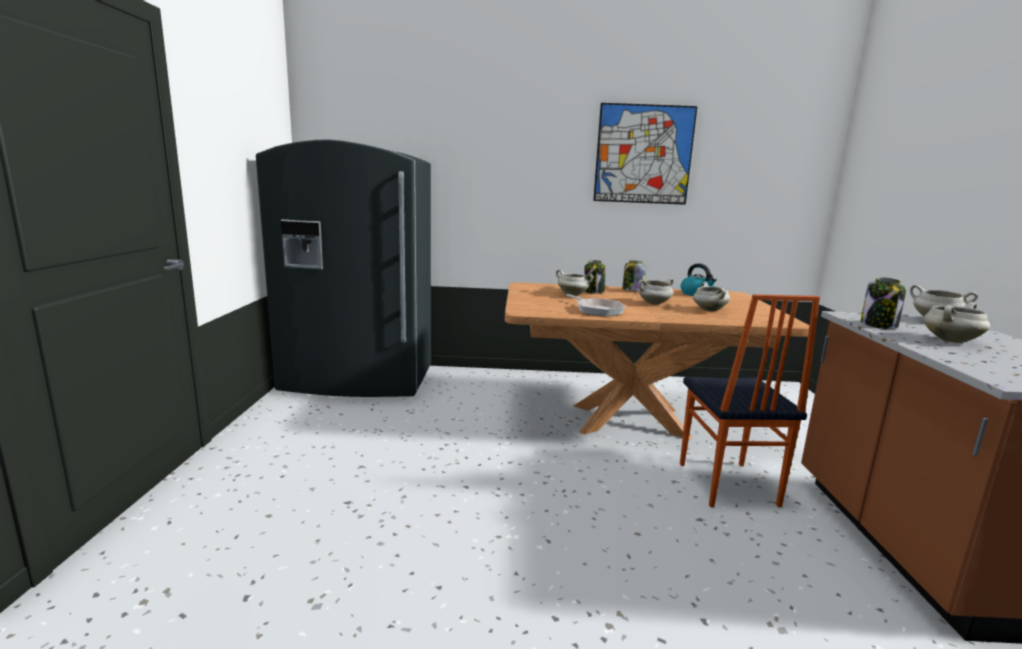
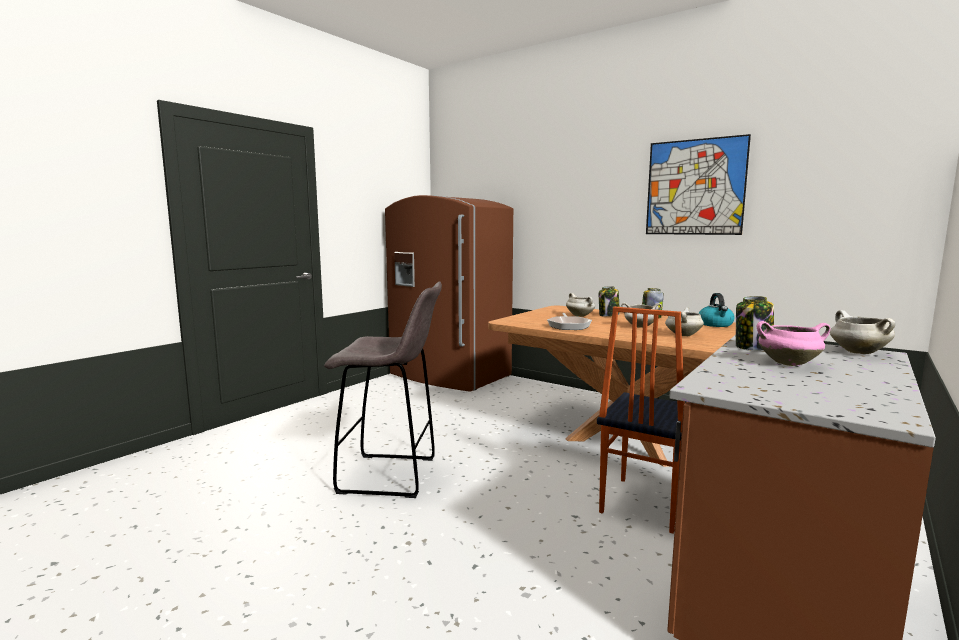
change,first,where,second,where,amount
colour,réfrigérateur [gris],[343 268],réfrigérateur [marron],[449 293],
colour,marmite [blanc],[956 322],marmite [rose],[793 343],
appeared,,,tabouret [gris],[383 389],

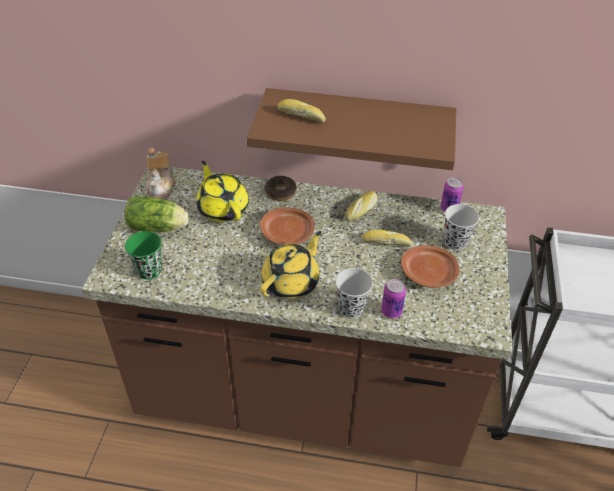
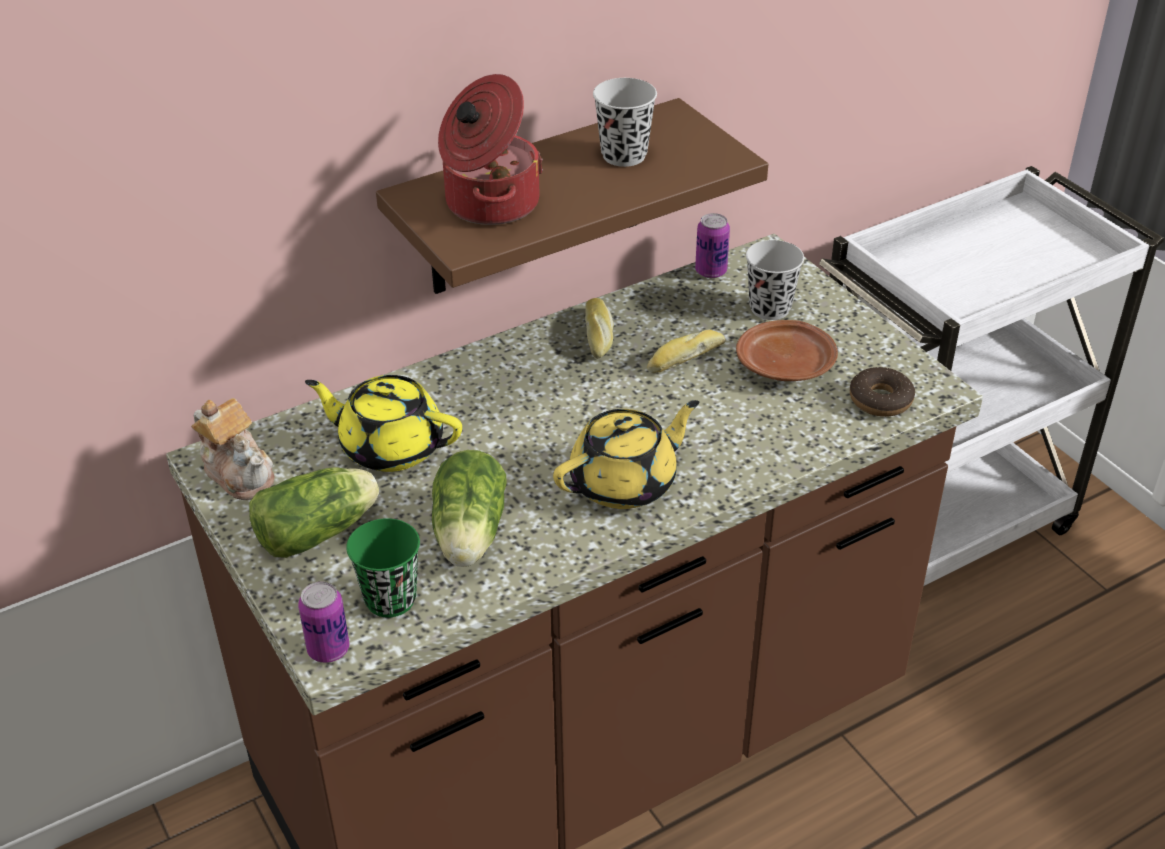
change,first,where,second,where,amount
exchanged,pain,[302 111],marmite,[490 149],
relocated,beignet,[281 188],,[882 392],
missing,assiette [marron],[287 226],,,
spun,théière [jaune],[290 265],,[626 454],60 degrees clockwise
relocated,tasse [noir],[354 293],,[625 122],
relocated,boîte métallique,[393 299],,[323 622],
appeared,,,laitue,[469 508],

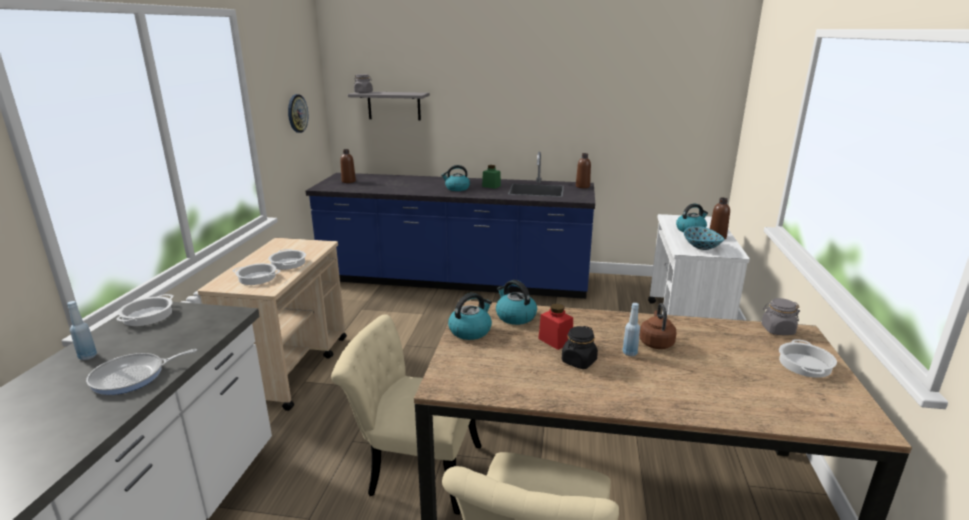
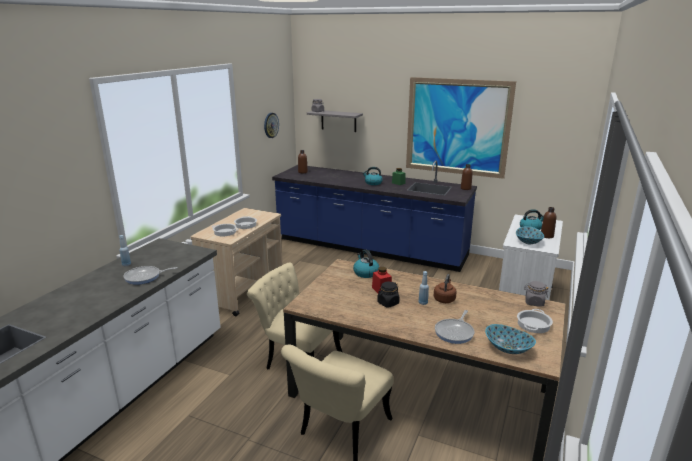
change,first,where,second,where,amount
missing,bouilloire,[470 316],,,
missing,marmite,[144 310],,,
appeared,,,tableau,[461 128],
appeared,,,poêle,[454 327],
appeared,,,bol,[510 339],

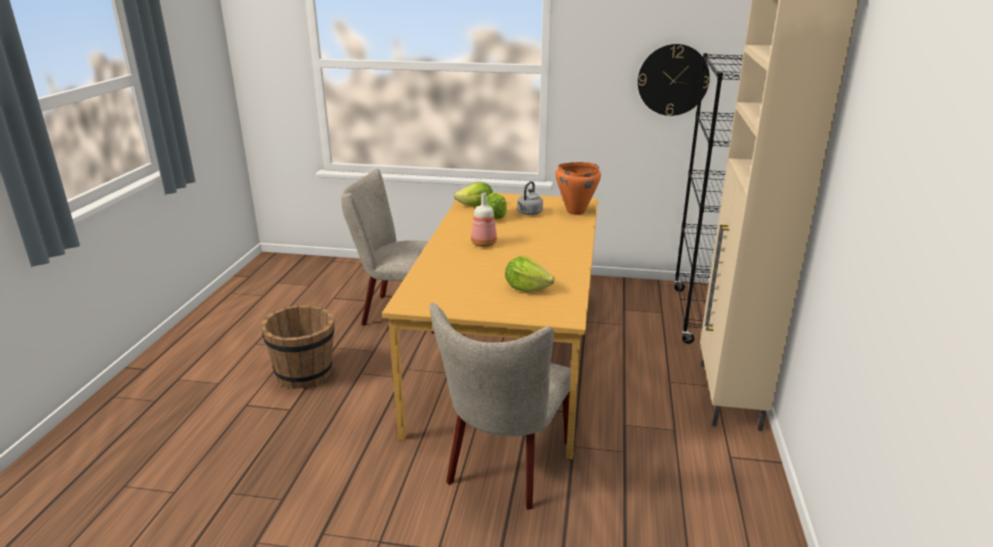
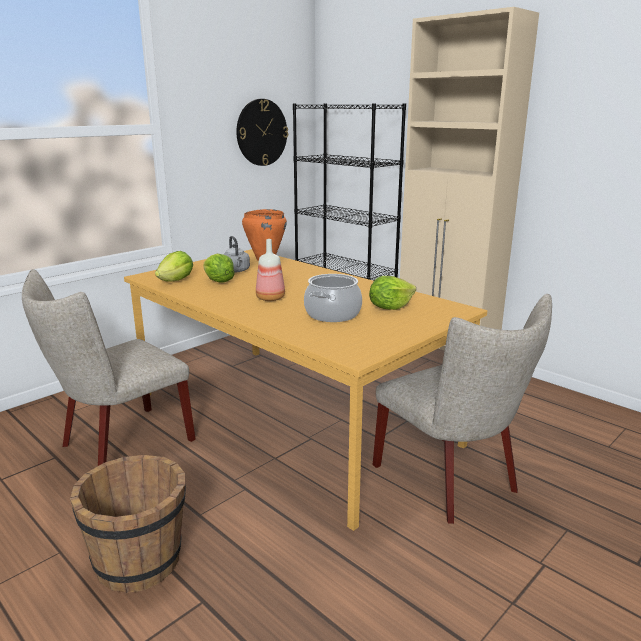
change,first,where,second,where,amount
appeared,,,marmite,[333 298],

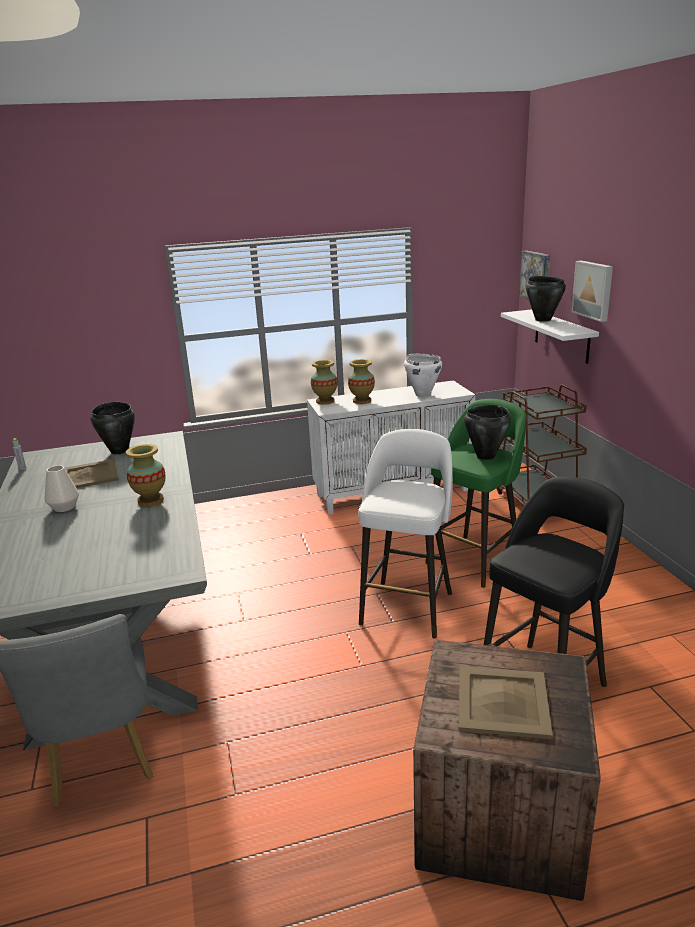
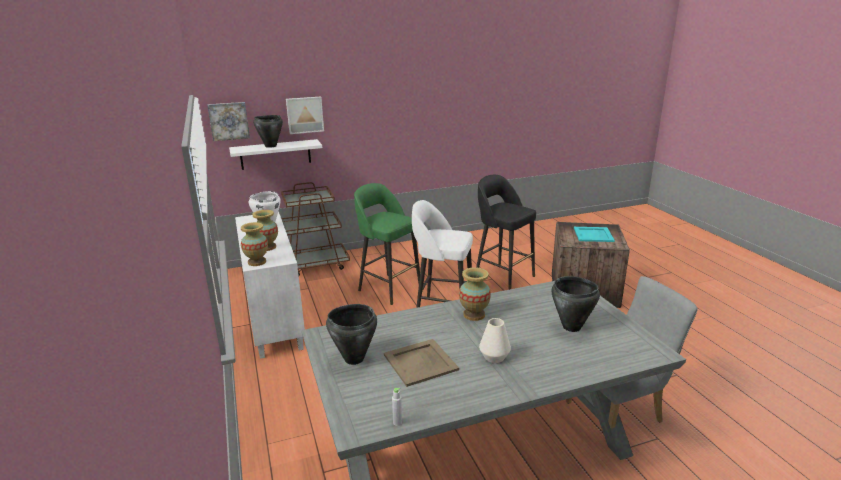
change,first,where,second,where,amount
relocated,marmite [noir],[487 432],,[575 304],
colour,plateau [beige],[505 702],plateau [turquoise],[594 234],

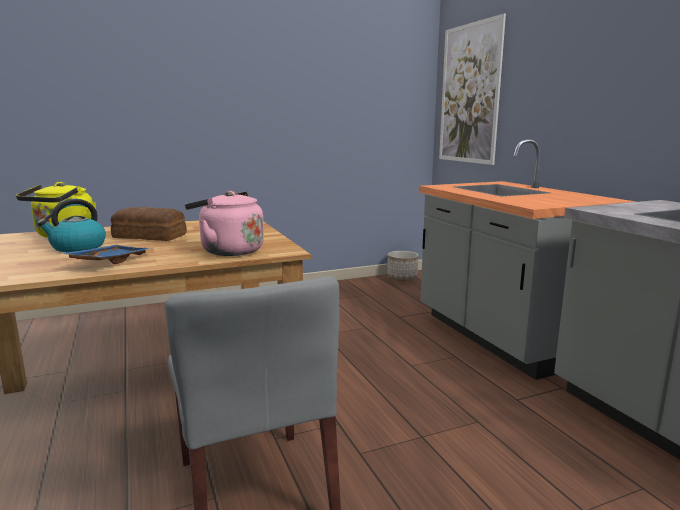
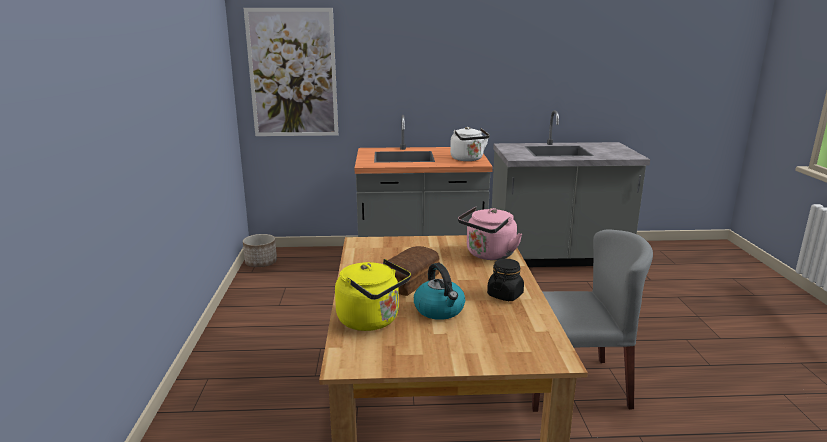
change,first,where,second,where,amount
exchanged,plateau [bleu],[107 254],bocal [noir],[505 280],
appeared,,,bouilloire [blanc],[470 144],

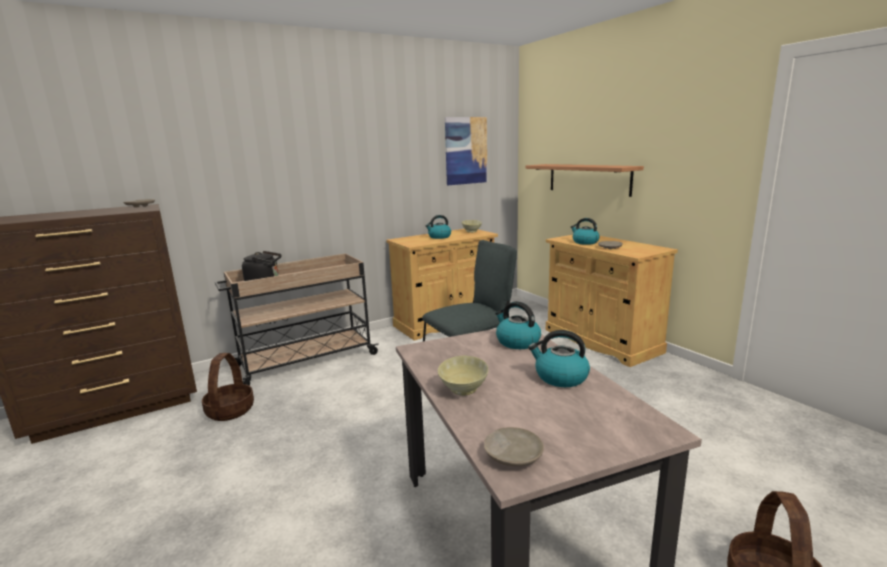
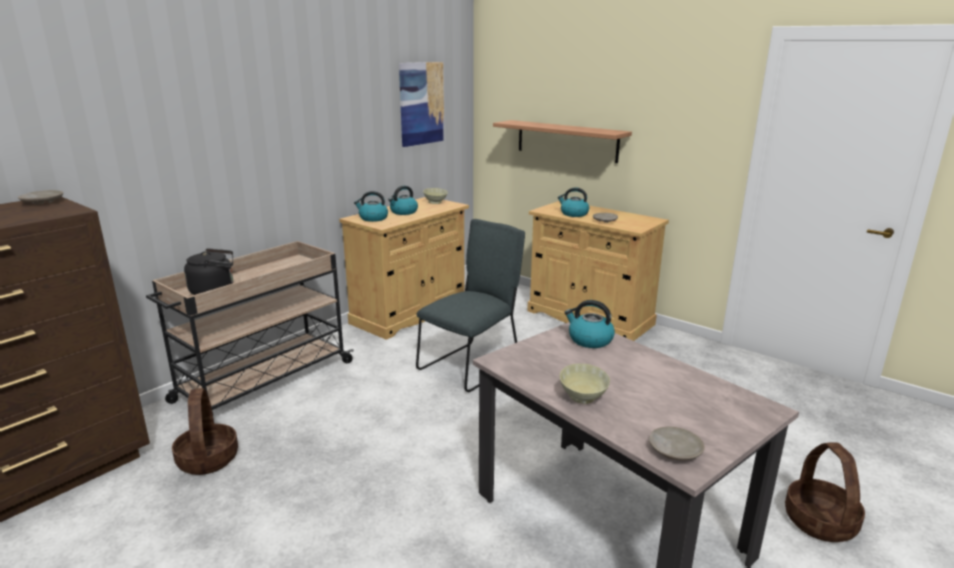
change,first,where,second,where,amount
relocated,bouilloire,[559 358],,[371 206],

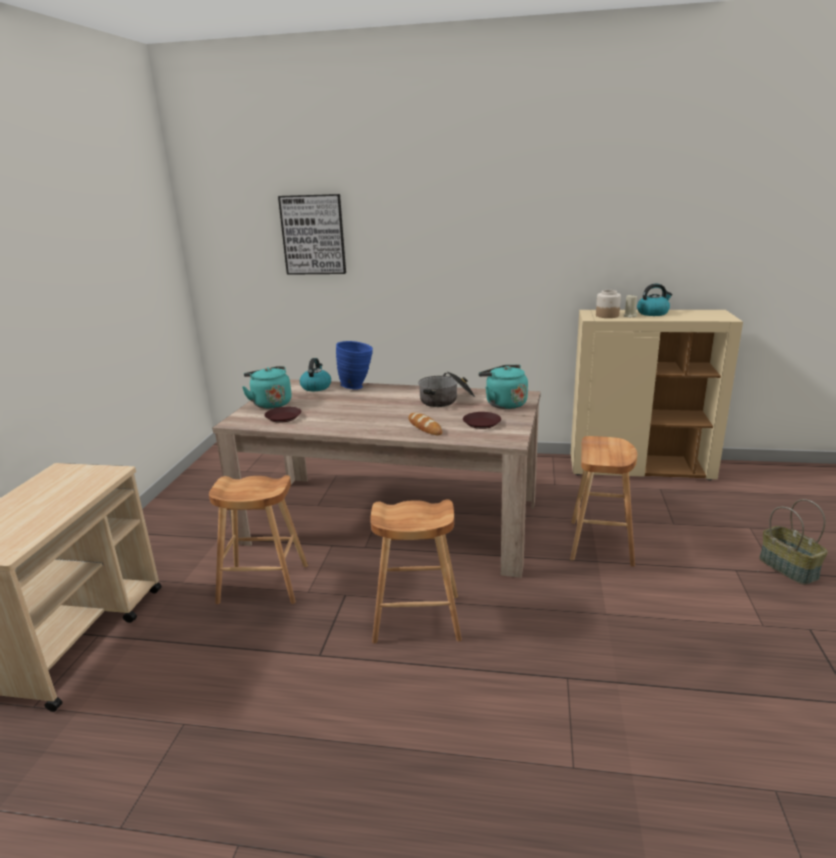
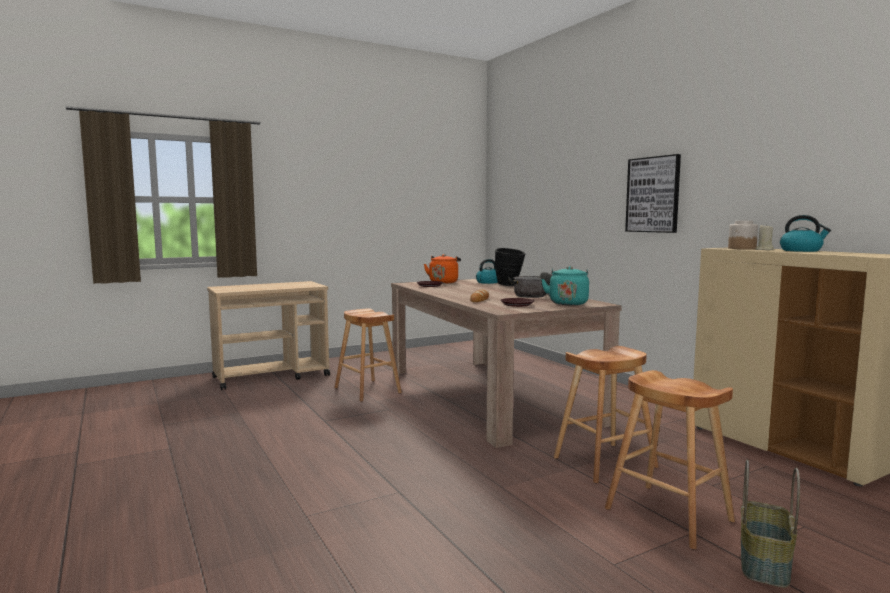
change,first,where,second,where,amount
relocated,tableau,[312 234],,[653 193],
colour,vase [bleu],[354 365],vase [noir],[510 267],
colour,bouilloire [turquoise],[267 387],bouilloire [orange],[442 269],
relocated,tabouret [marron],[416 572],,[670 459],

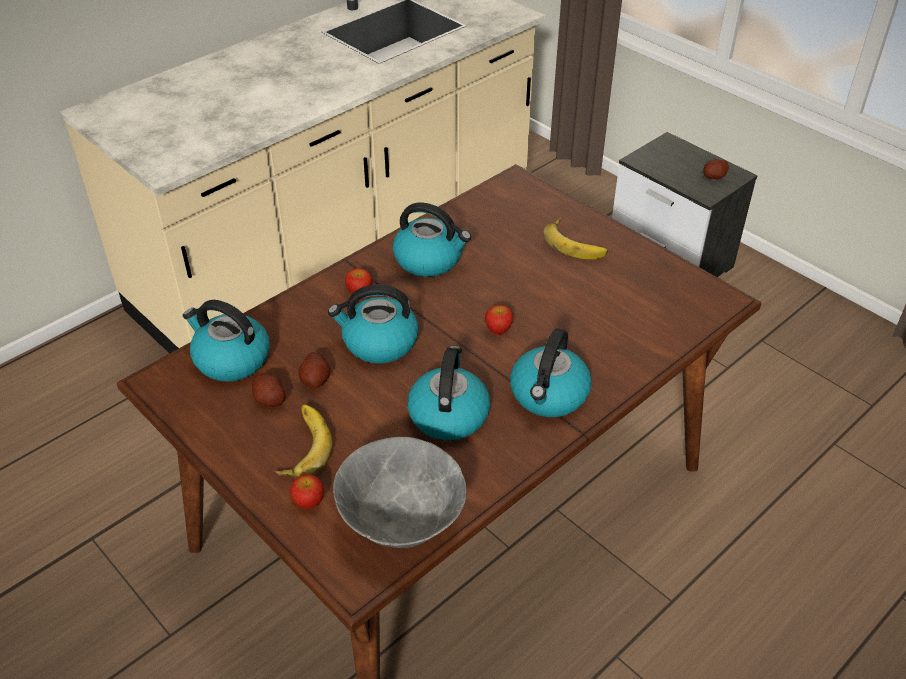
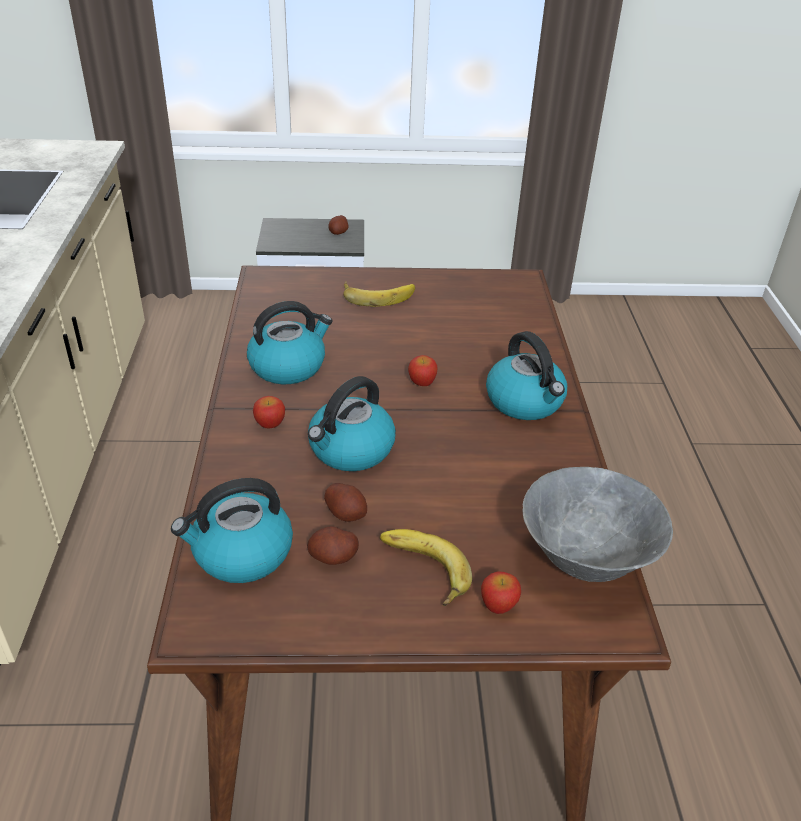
change,first,where,second,where,amount
missing,bouilloire,[448 393],,,

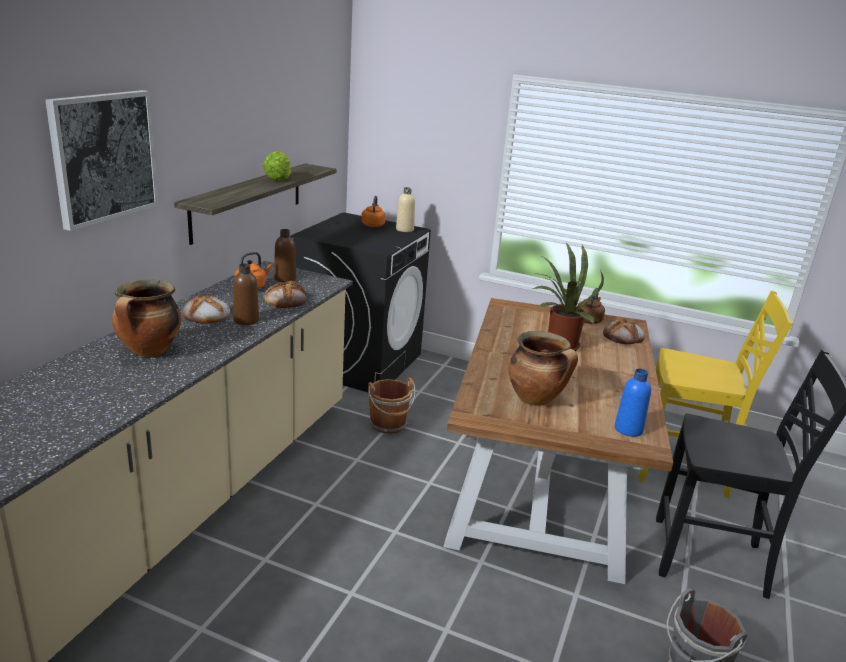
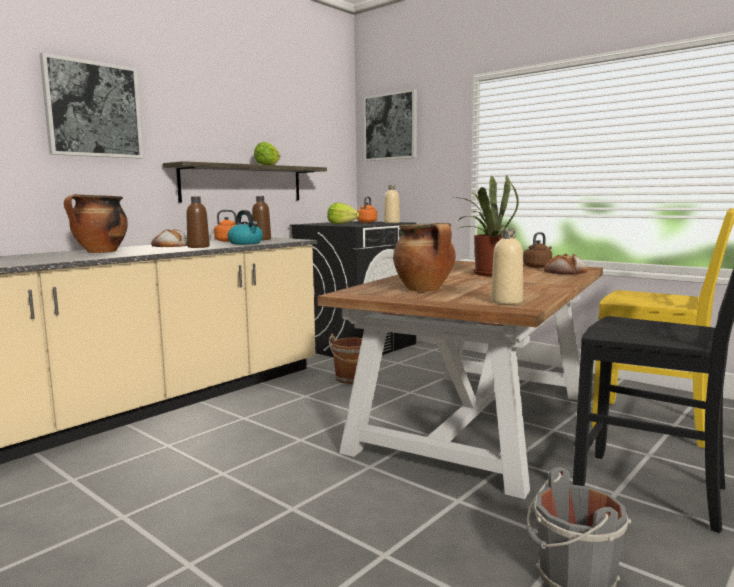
change,first,where,second,where,amount
exchanged,pain,[285 294],bouilloire,[245 227],
colour,bouteille [bleu],[633 403],bouteille [beige],[507 266],
appeared,,,tableau,[390 125],
appeared,,,laitue,[343 213],

